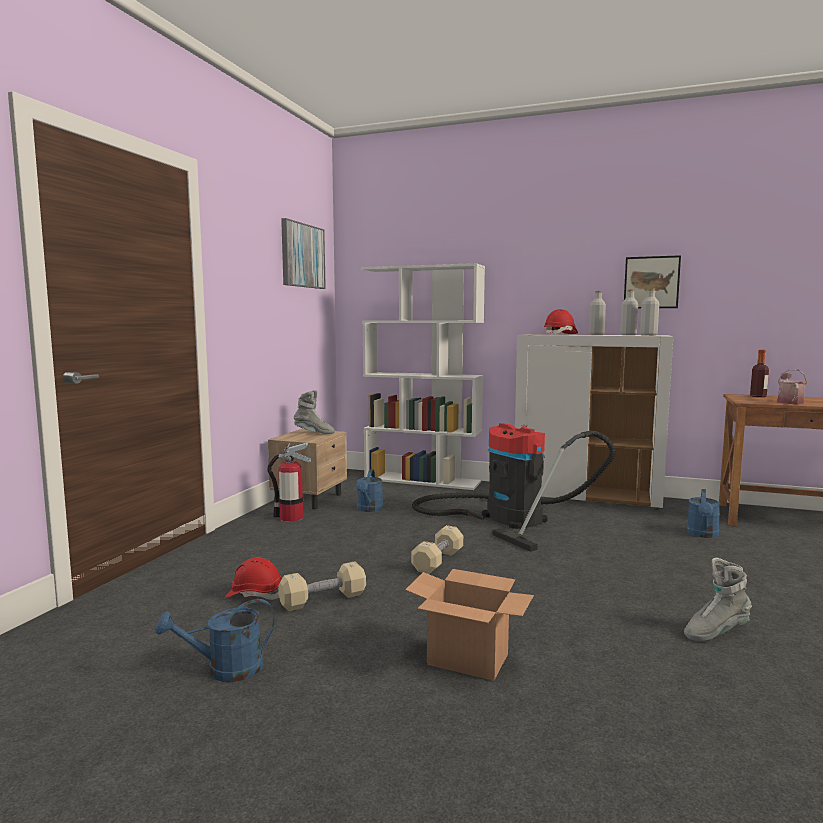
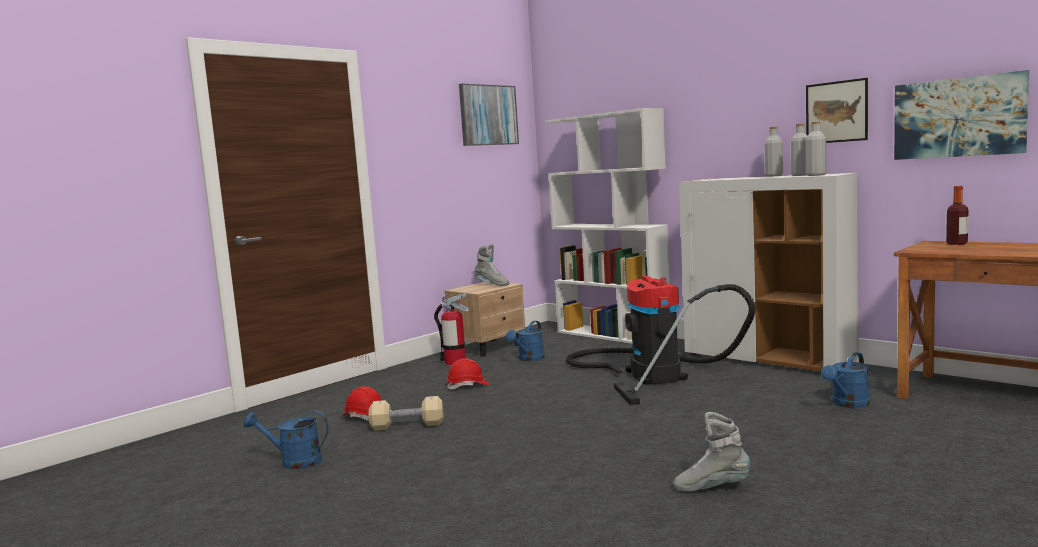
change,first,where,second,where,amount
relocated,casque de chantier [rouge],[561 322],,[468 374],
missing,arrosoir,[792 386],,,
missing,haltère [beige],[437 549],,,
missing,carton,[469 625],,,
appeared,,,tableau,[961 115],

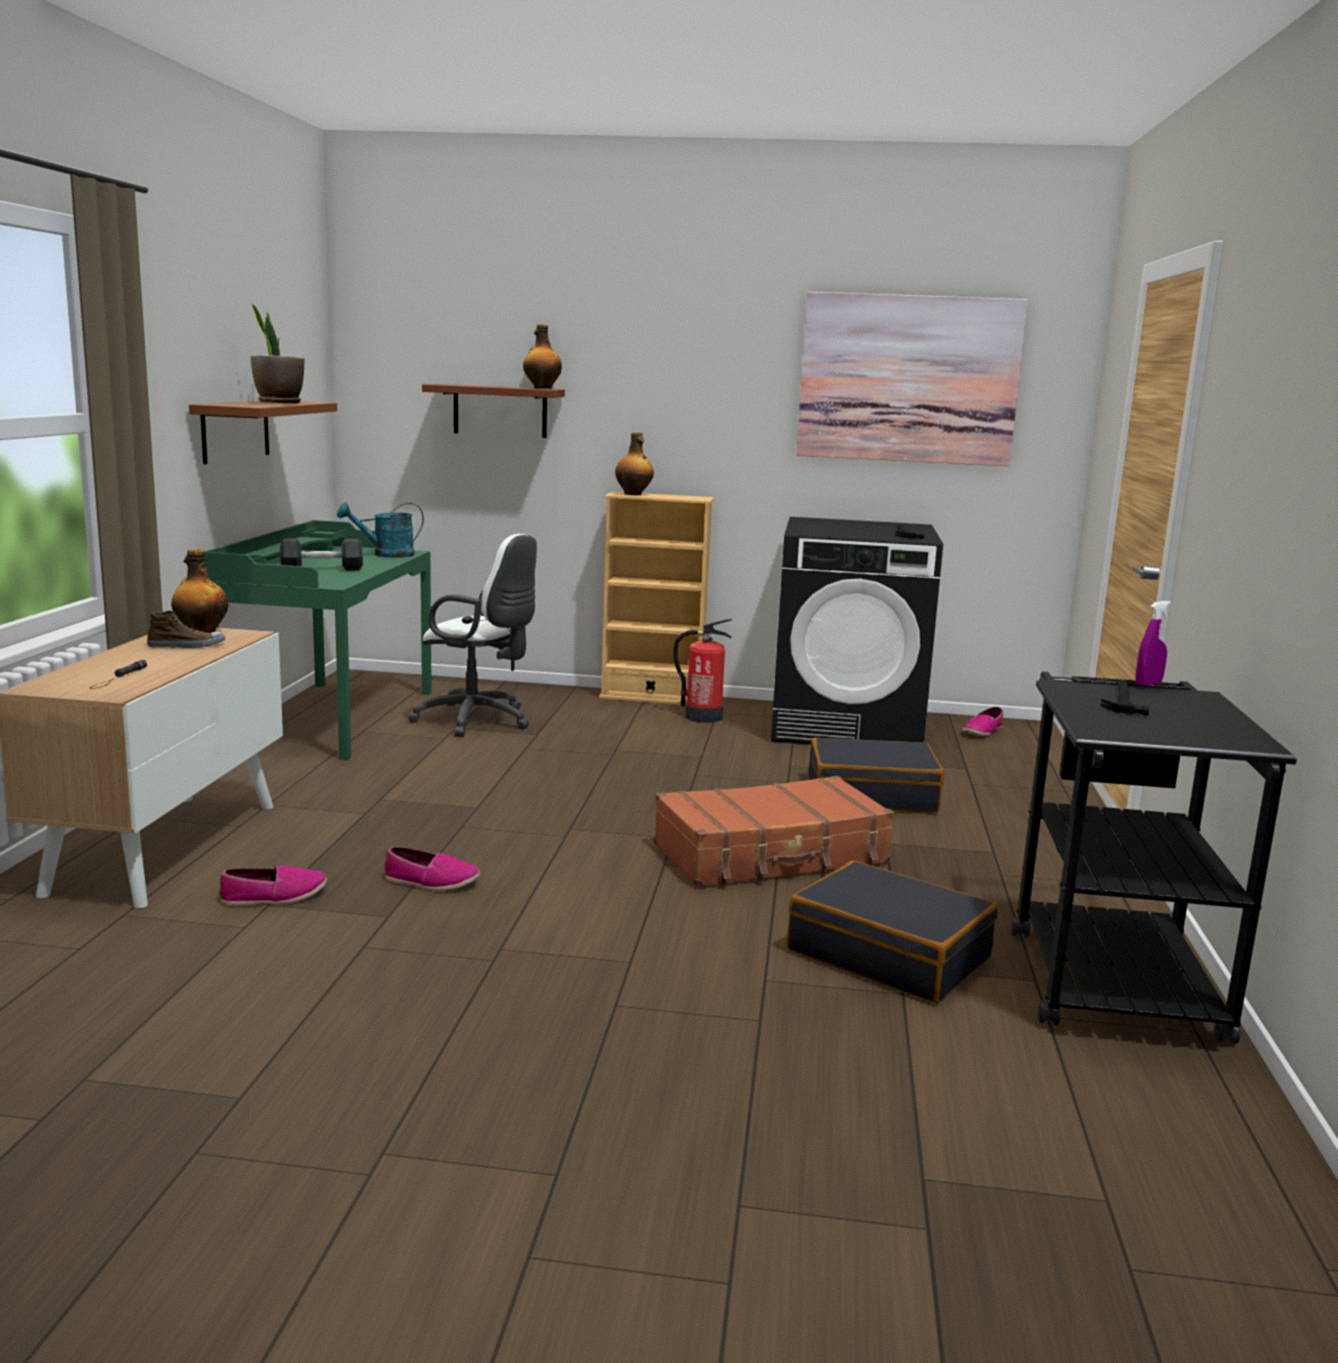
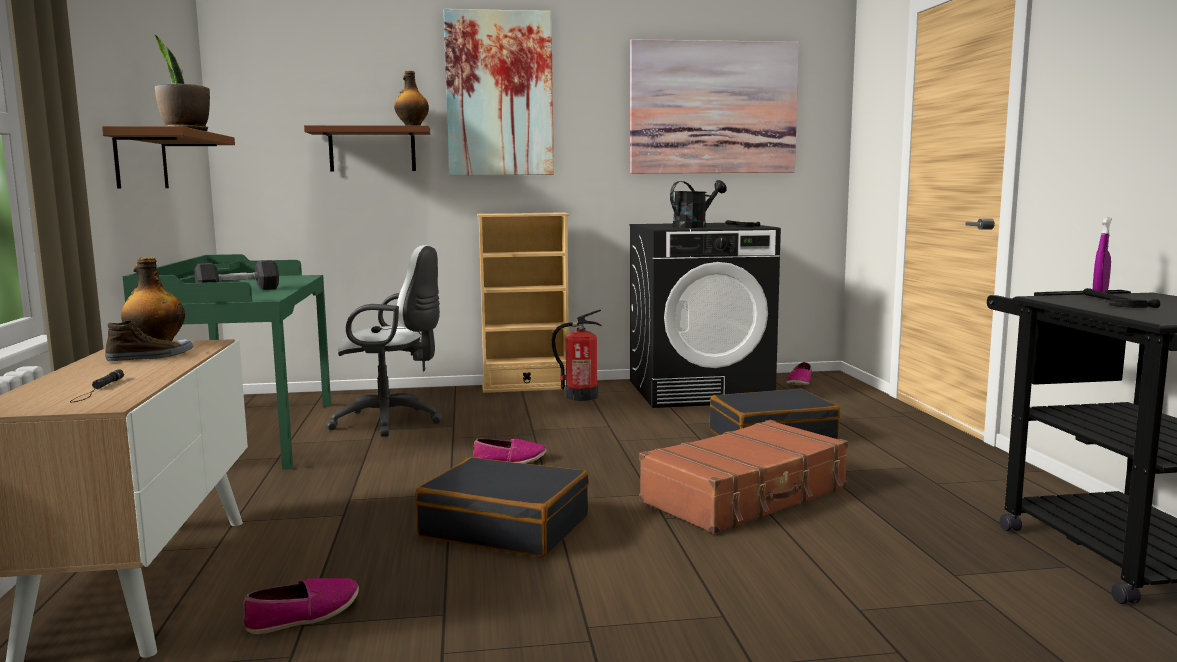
change,first,where,second,where,amount
missing,bouteille,[634 463],,,
missing,arrosoir [turquoise],[380 530],,,
relocated,chaussure,[432 869],,[510 451],
relocated,valise [noir],[892 932],,[502 507],
appeared,,,tableau,[498 92],
appeared,,,arrosoir [noir],[698 204],

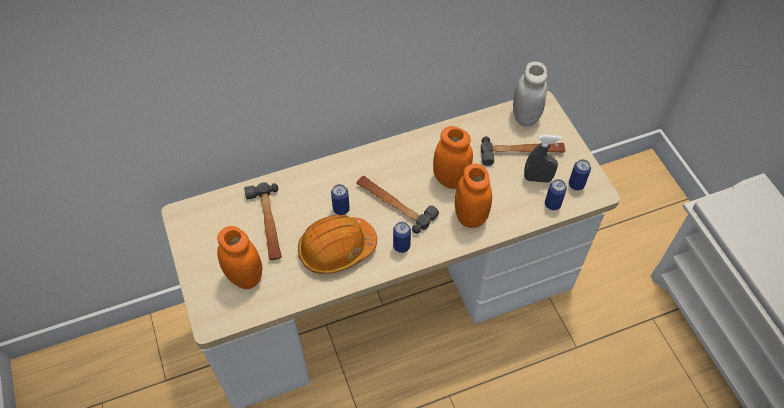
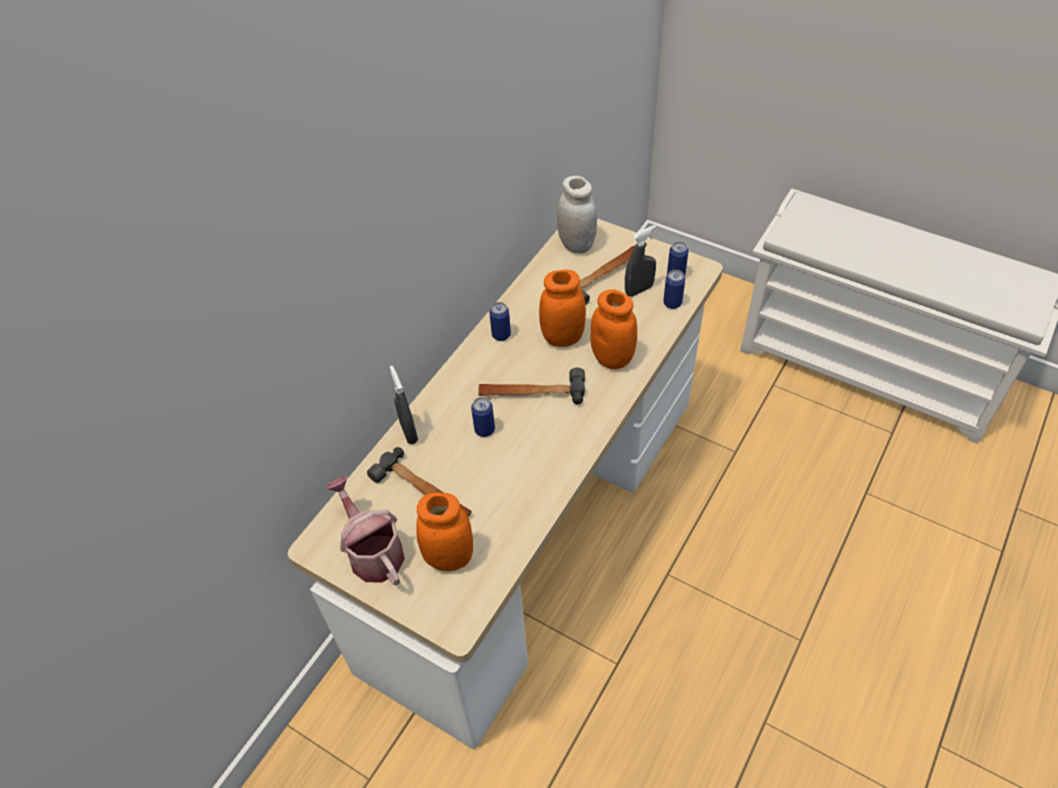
change,first,where,second,where,amount
missing,casque de chantier [orange],[337 244],,,
relocated,boîte métallique,[402 237],,[500 321],
appeared,,,vaporisateur [gris],[404 405],
appeared,,,arrosoir,[365 530],

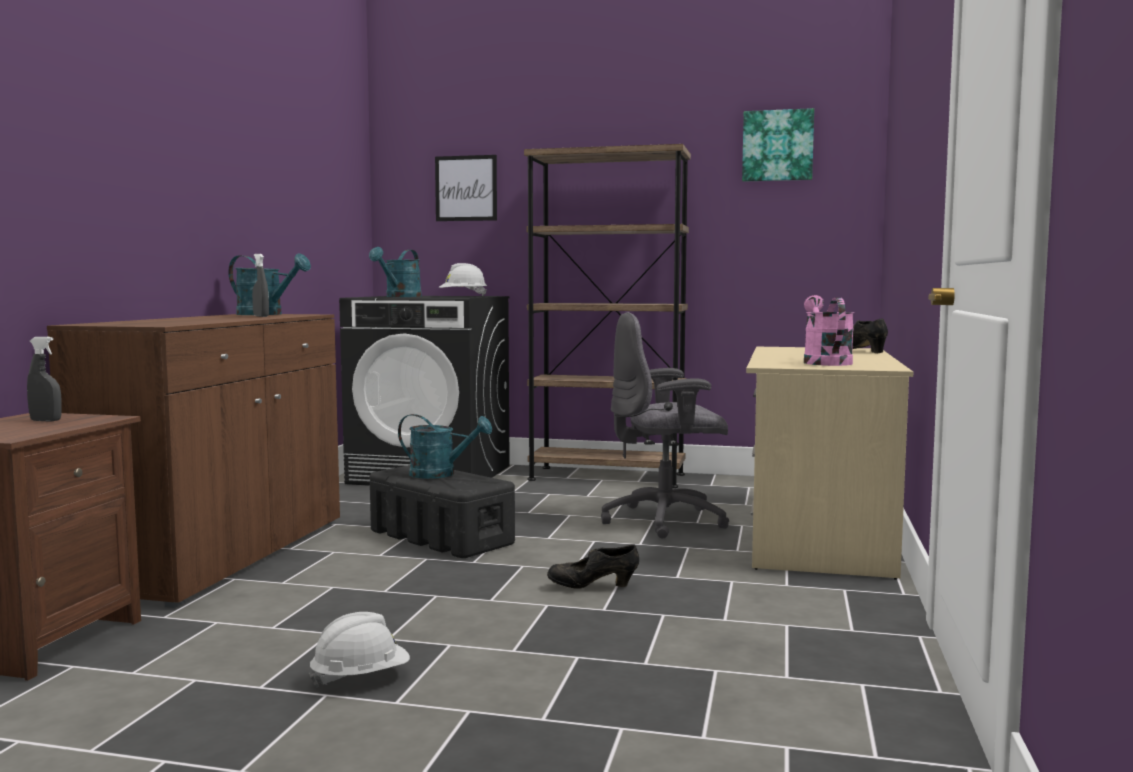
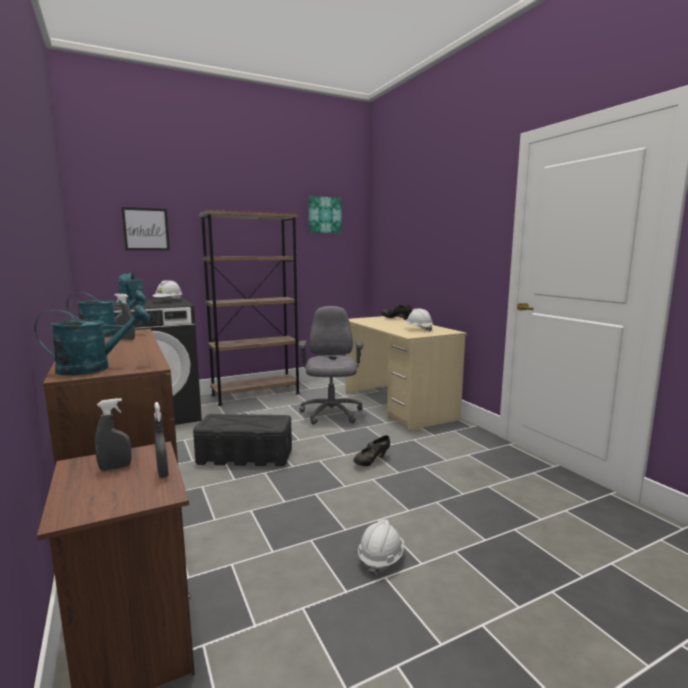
change,first,where,second,where,amount
exchanged,arrosoir [rose],[829 330],casque de chantier [blanc],[418 320],
spun,chaise de bureau [gris],[665 425],,[330 365],135 degrees clockwise
relocated,arrosoir [turquoise],[445 446],,[92 340],
appeared,,,vaporisateur [gris],[161 440],

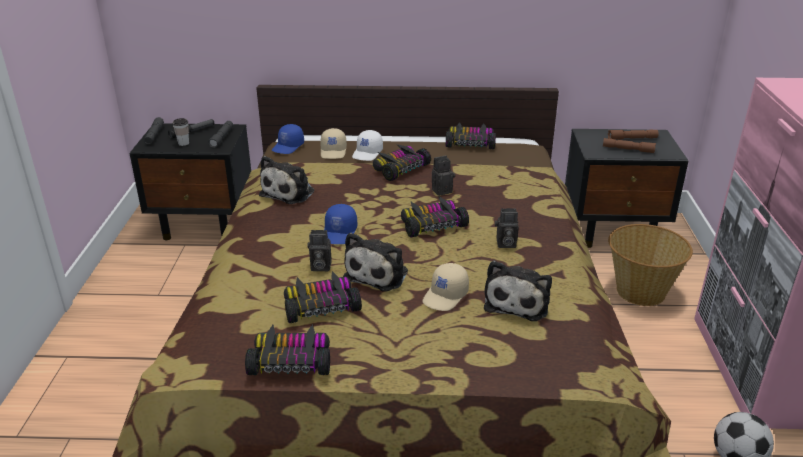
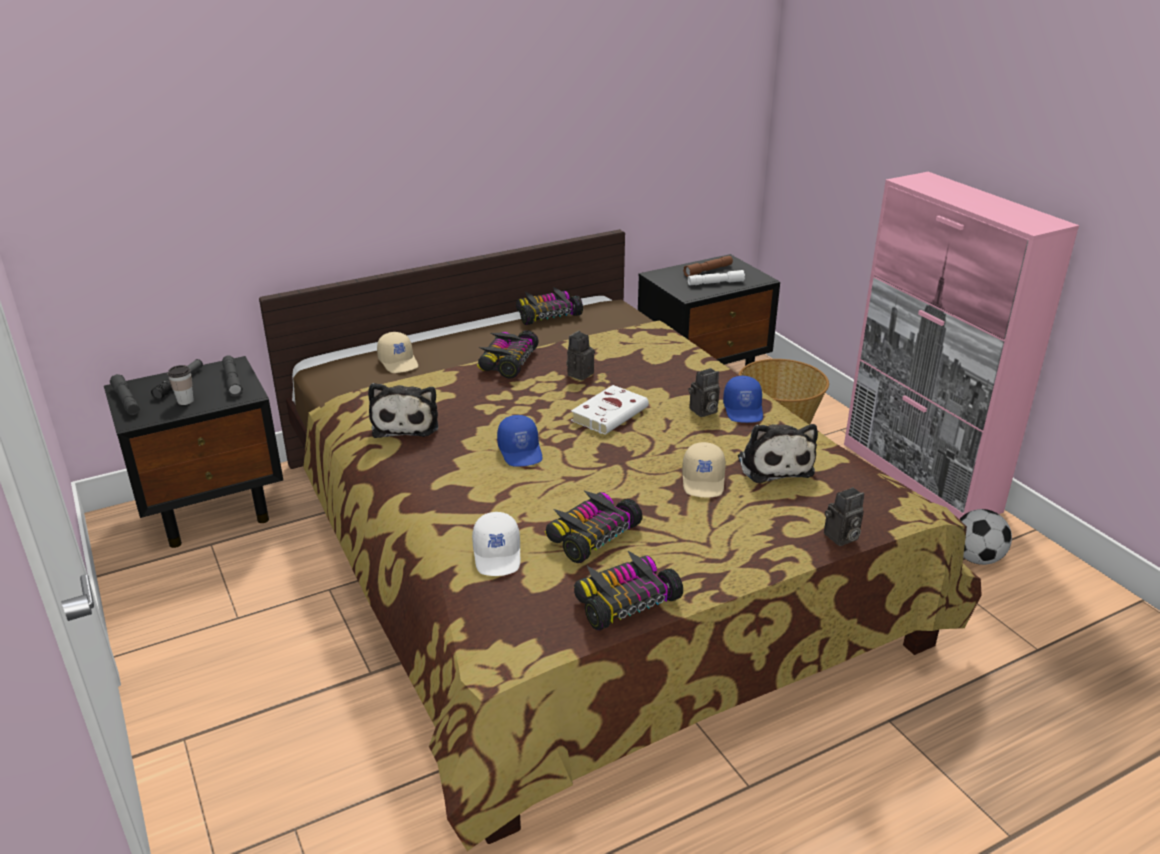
change,first,where,second,where,amount
relocated,casquette [bleu],[288 139],,[743 399],
relocated,casquette [blanc],[367 145],,[496 544],
colour,lampe de poche [marron],[629 145],lampe de poche [blanc],[716 277],
exchanged,petite voiture,[435 216],livre [blanc],[610 410],
relocated,appareil photo,[319 250],,[844 516],
missing,peluche,[375 262],,,

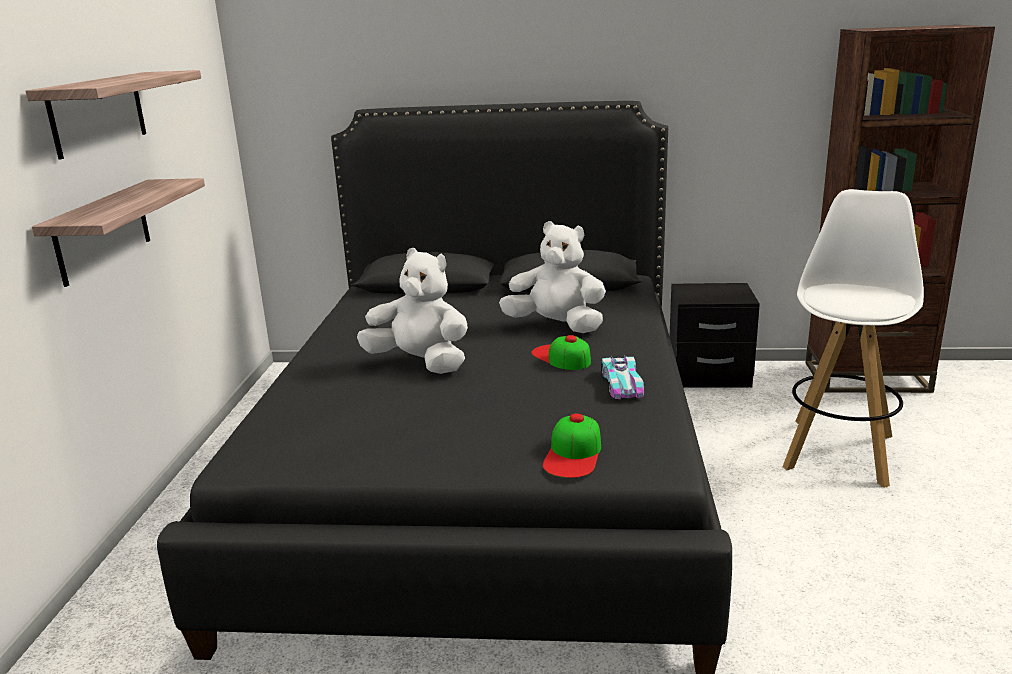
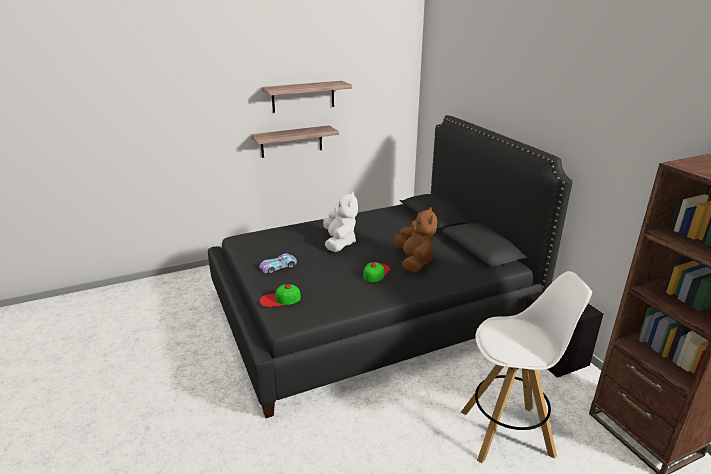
change,first,where,second,where,amount
colour,peluche [blanc],[552 277],peluche [marron],[416 240],
relocated,petite voiture,[622 377],,[278 263],

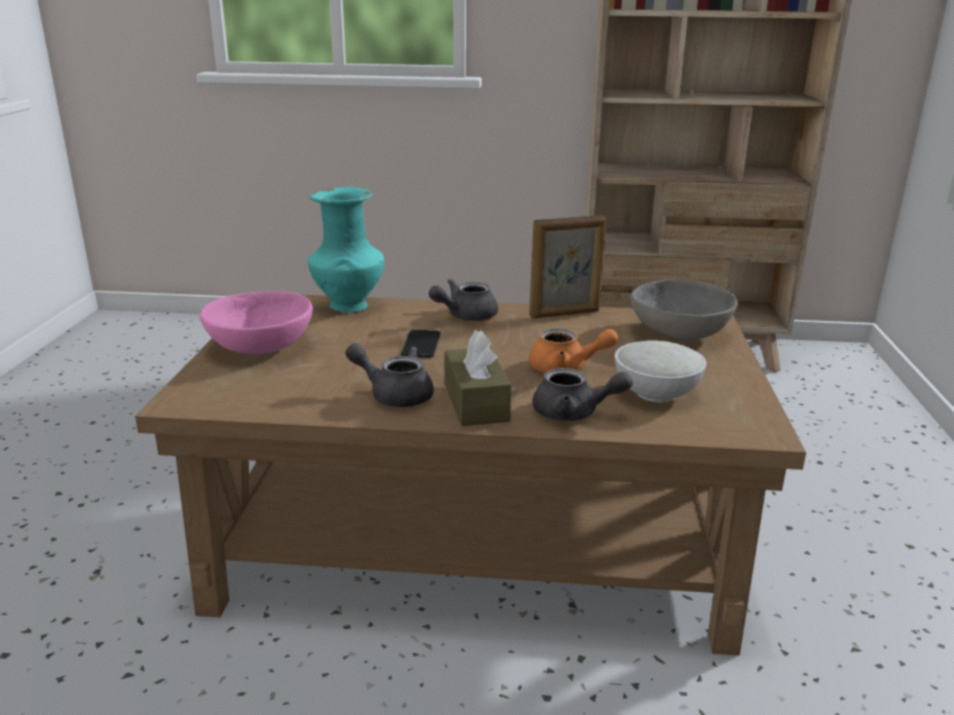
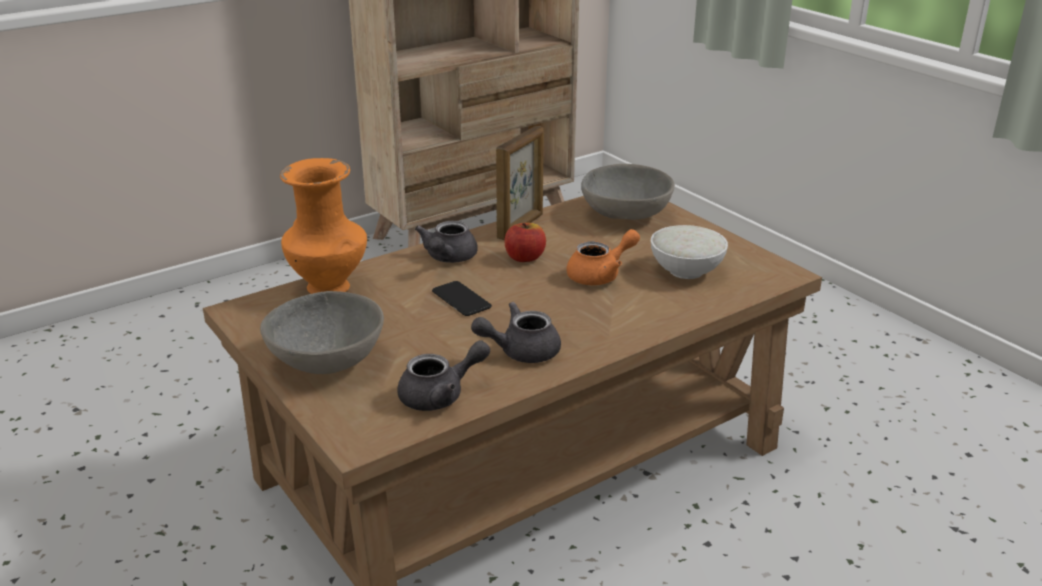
change,first,where,second,where,amount
colour,vase [turquoise],[346 250],vase [orange],[323 226],
colour,bol [rose],[256 322],bol [gris],[322 332],
missing,boîte à mouchoirs [marron],[478 378],,,
relocated,théière [gris],[582 394],,[443 375],
appeared,,,pomme,[525 242],

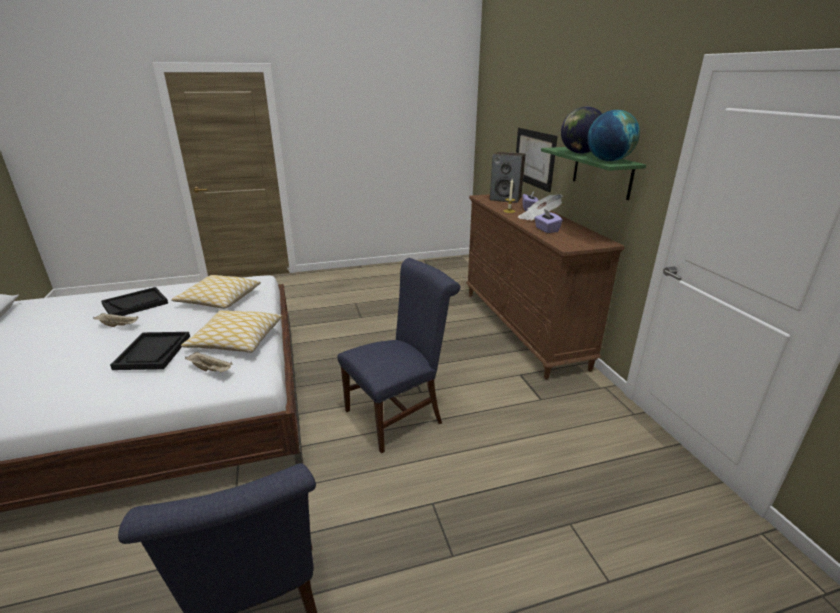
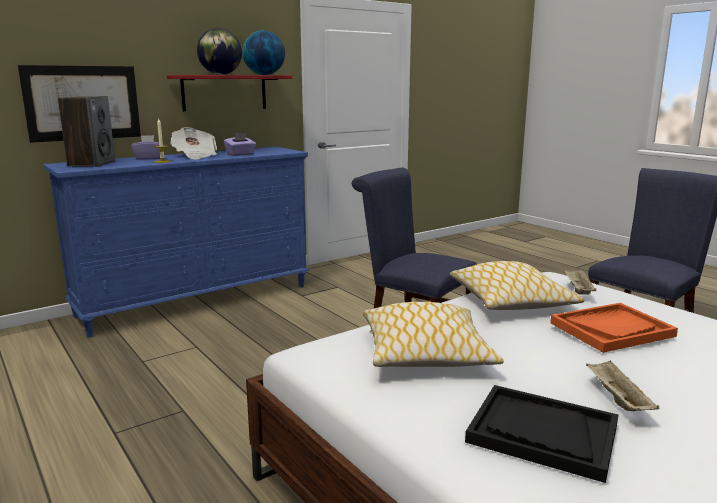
change,first,where,second,where,amount
colour,étagère [vert],[593 173],étagère [rouge],[229 93],
colour,commode [marron],[545 287],commode [bleu],[176 242],
colour,plateau [noir],[150 351],plateau [orange],[614 328],

